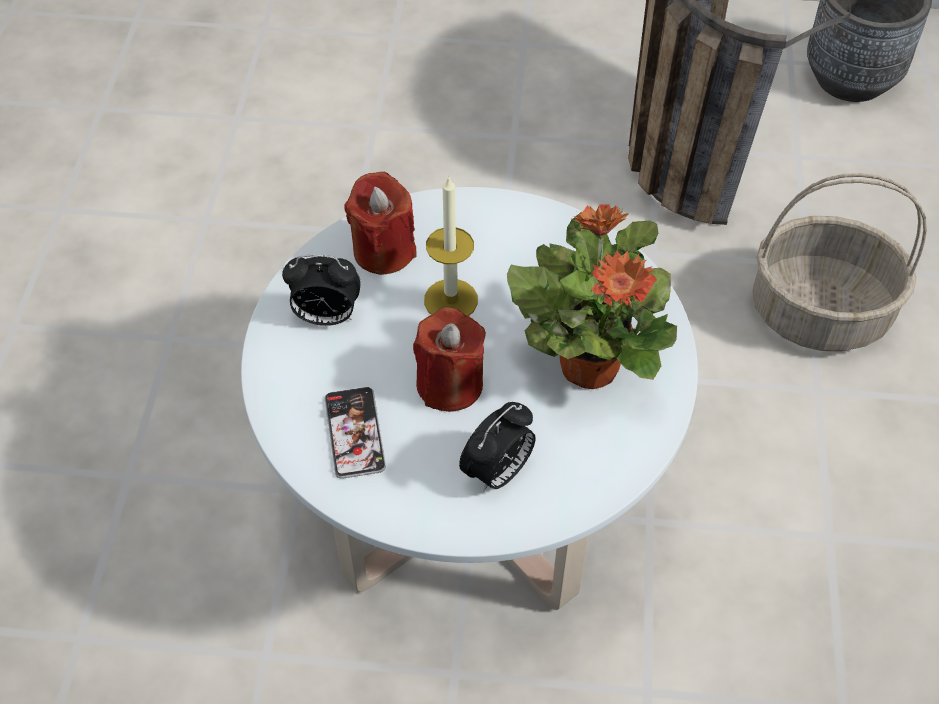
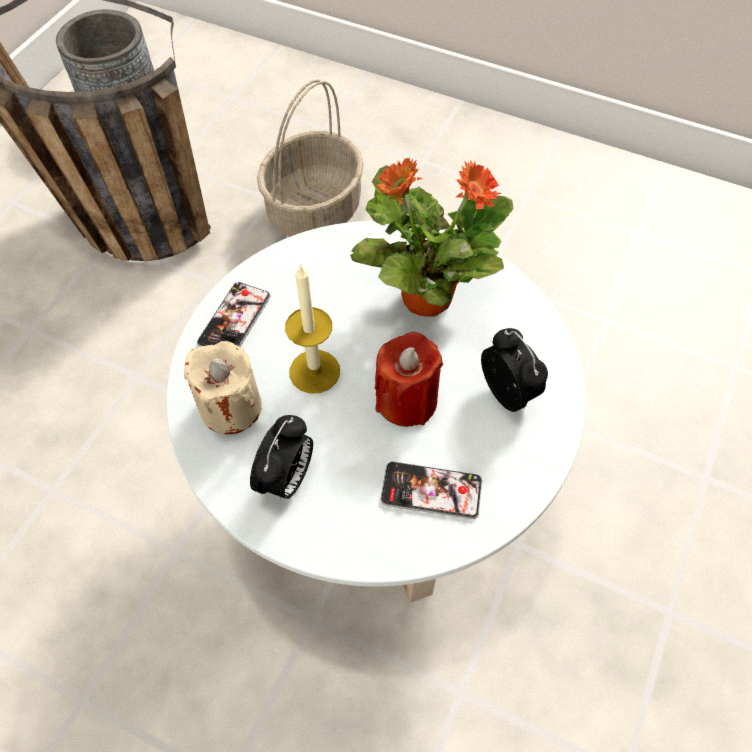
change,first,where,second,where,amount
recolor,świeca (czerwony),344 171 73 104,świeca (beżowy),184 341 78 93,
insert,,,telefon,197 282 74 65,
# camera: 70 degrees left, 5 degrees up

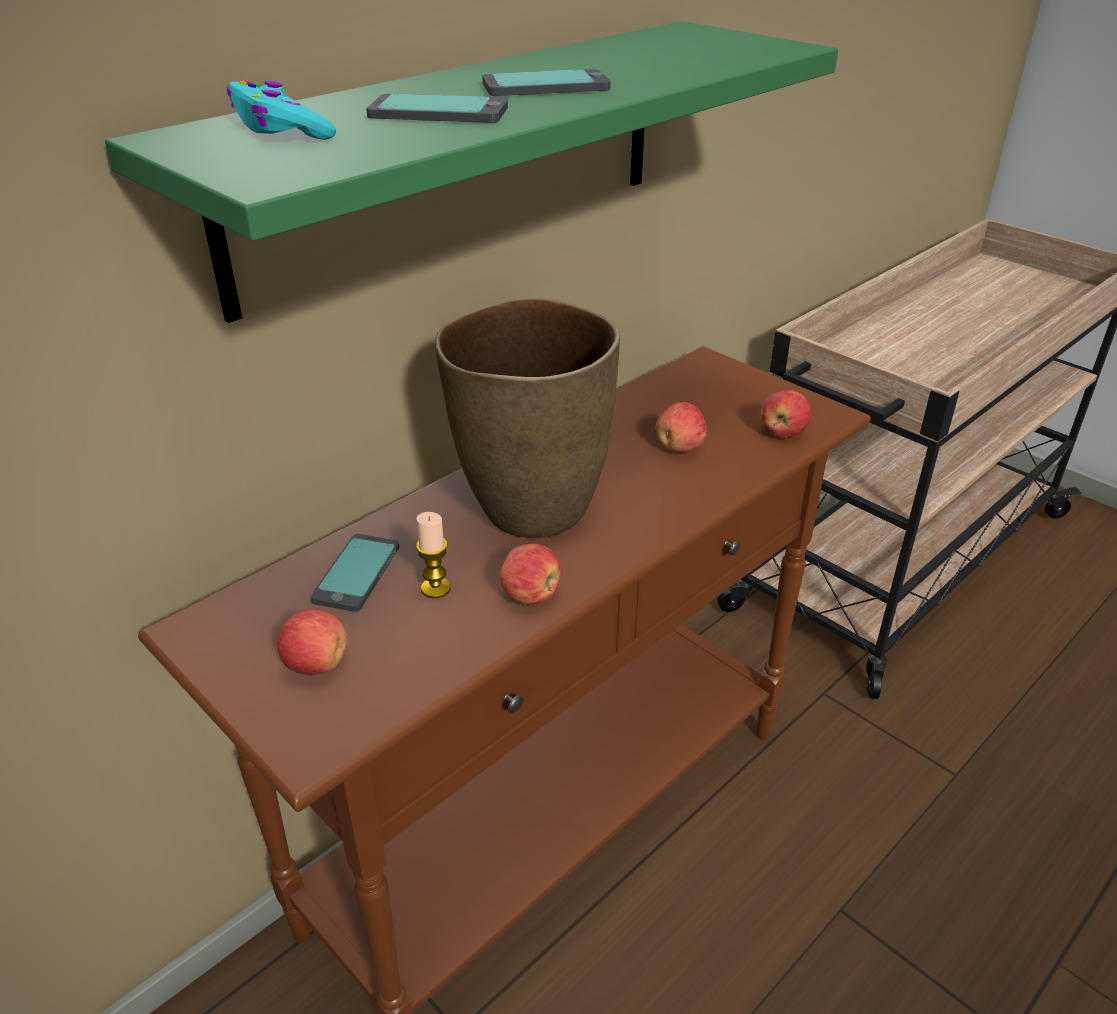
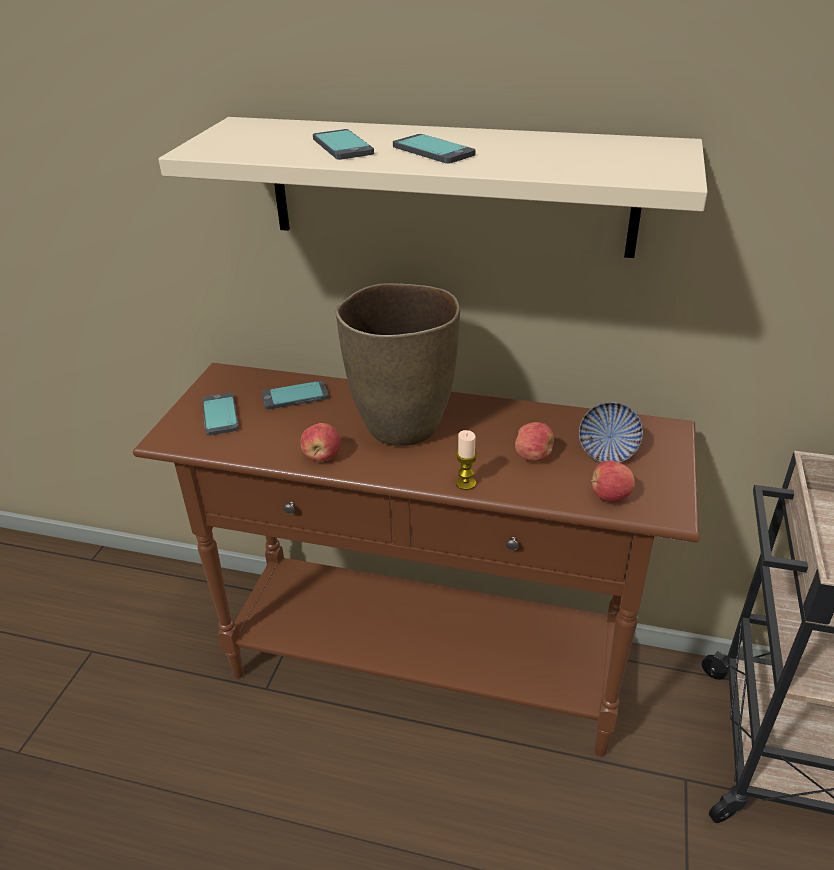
change,first,where,second,where,amount
recolor,półka (zielony),105 21 733 302,półka (beżowy),158 117 550 141,
delete,pad do gier (turkusowy),227 81 109 59,,,
replace,jabłko,277 609 70 66,telefon,202 393 37 43,
move,świeca,416 512 35 86,,456 430 21 60,
insert,,,miska,579 402 64 61,
# camera: 60 degrees right, 0 degrees up

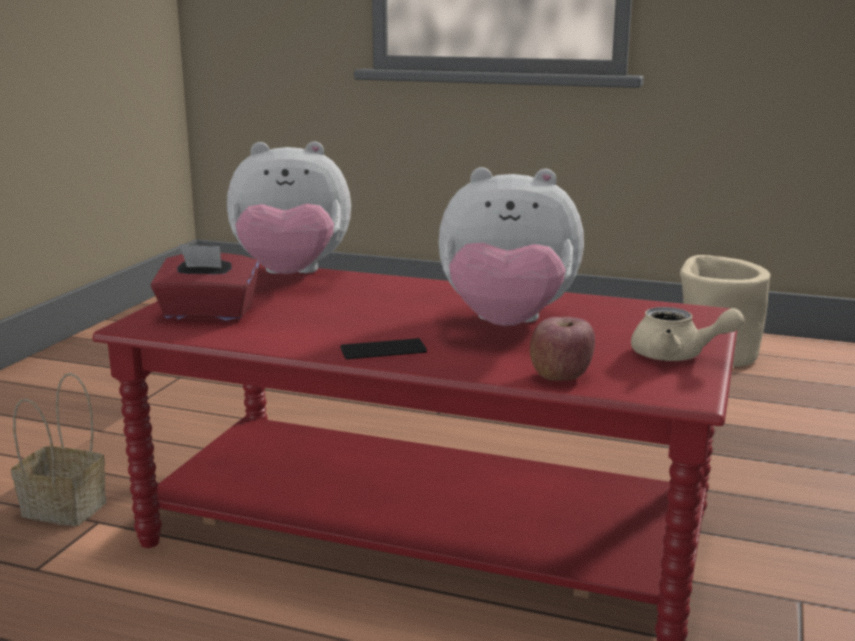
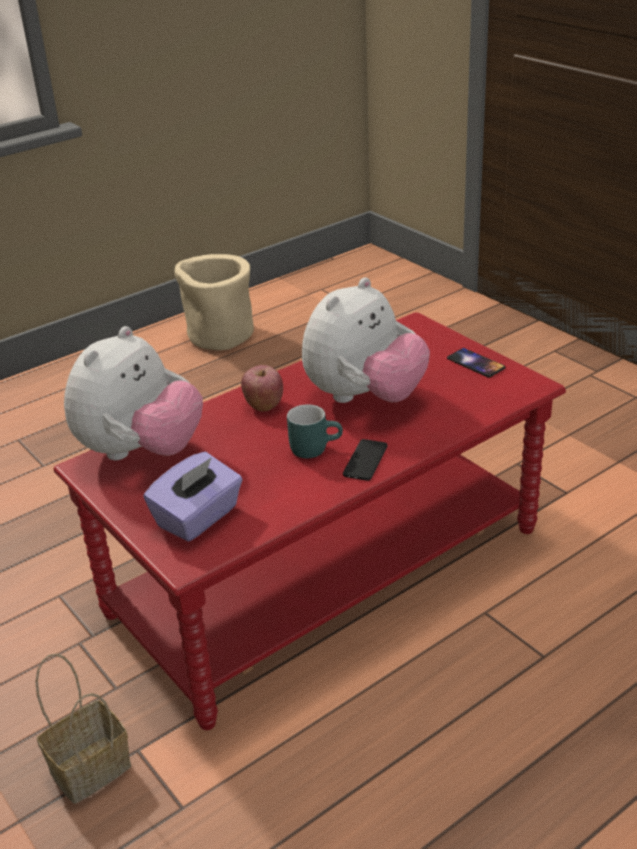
change,first,where,second,where,amount
recolor,pudełko chusteczek (czerwony),151 244 108 77,pudełko chusteczek (fioletowy),144 452 98 90,
move,jabłko,530 317 65 64,,241 365 42 46,
replace,imbryk (beżowy),631 307 113 54,telefon,447 348 59 30,
insert,,,kubek (turkusowy),287 404 56 54,
# camera: 55 degrees left, 15 degrees up

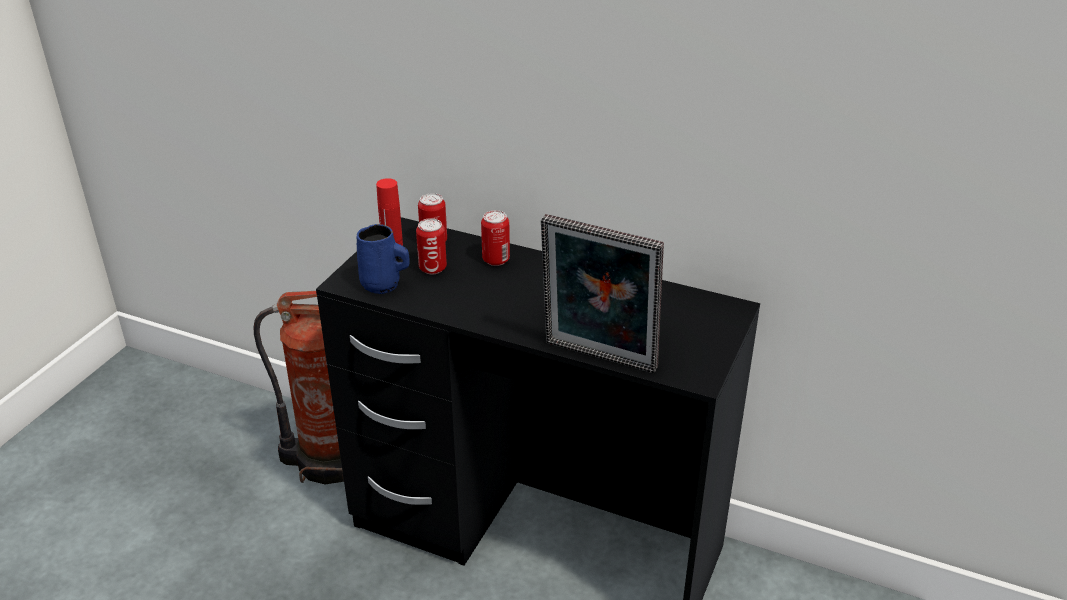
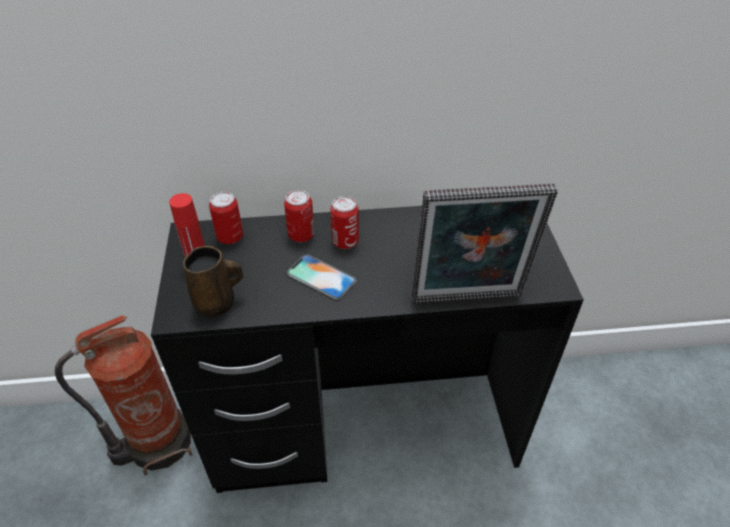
change,first,where,second,where,amount
recolor,kubek (niebieski),357 224 53 70,kubek (brązowy),183 246 60 70,
move,puszka,416 218 31 56,,330 196 29 53,
insert,,,telefon,287 254 69 46,
# camera: 30 degrees left, 10 degrees up

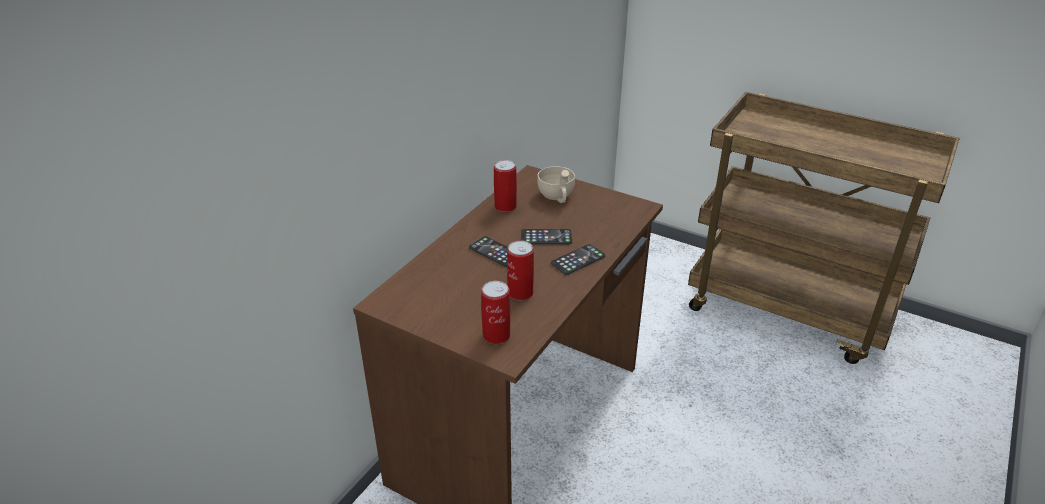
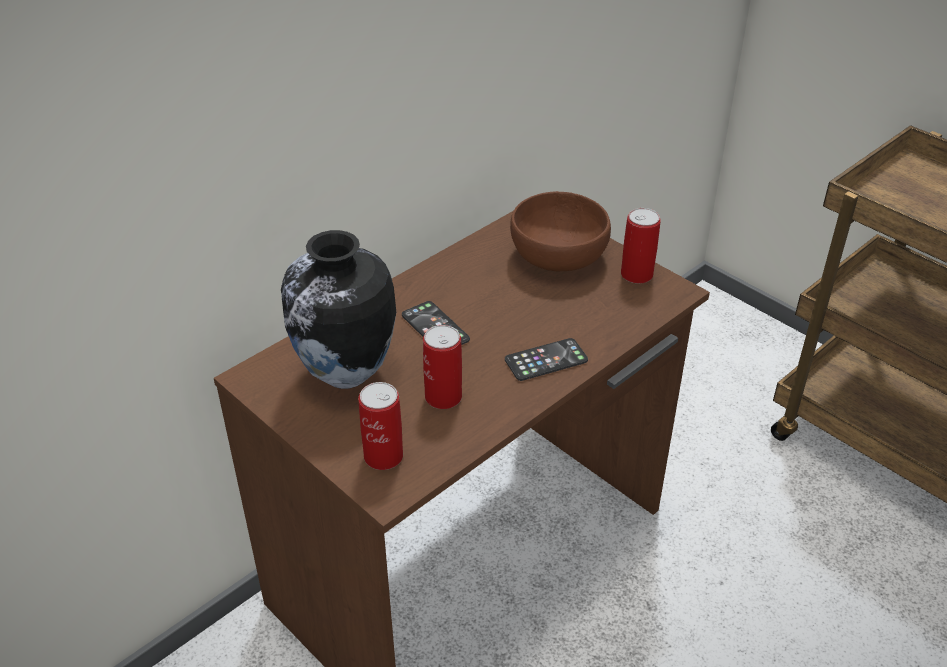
change,first,where,second,where,amount
move,puszka,494 160 23 52,,621 208 40 76,
delete,telefon,521 229 51 15,,,
replace,filiżanka (beżowy),537 166 38 37,miska (brązowy),510 191 101 80,
insert,,,wazon,281 230 115 159,
# camera: 15 degrees right, 5 degrees up

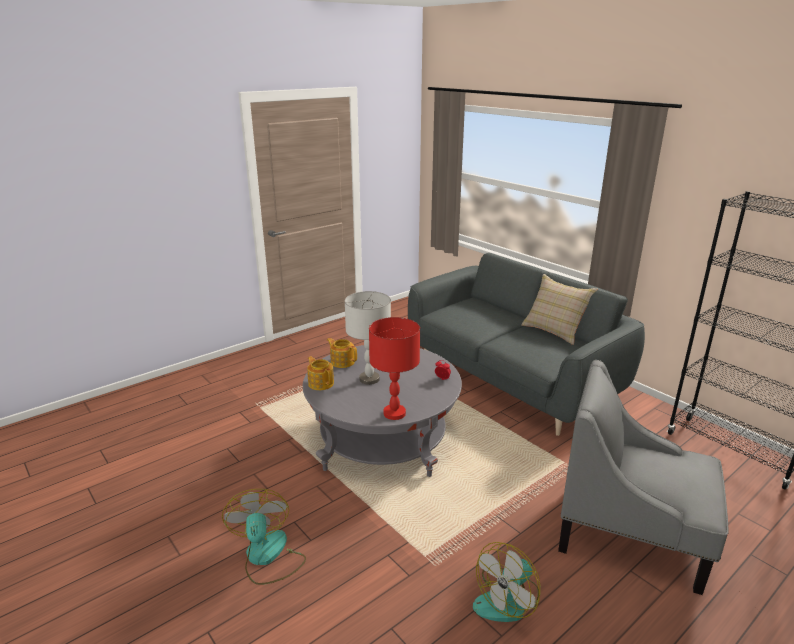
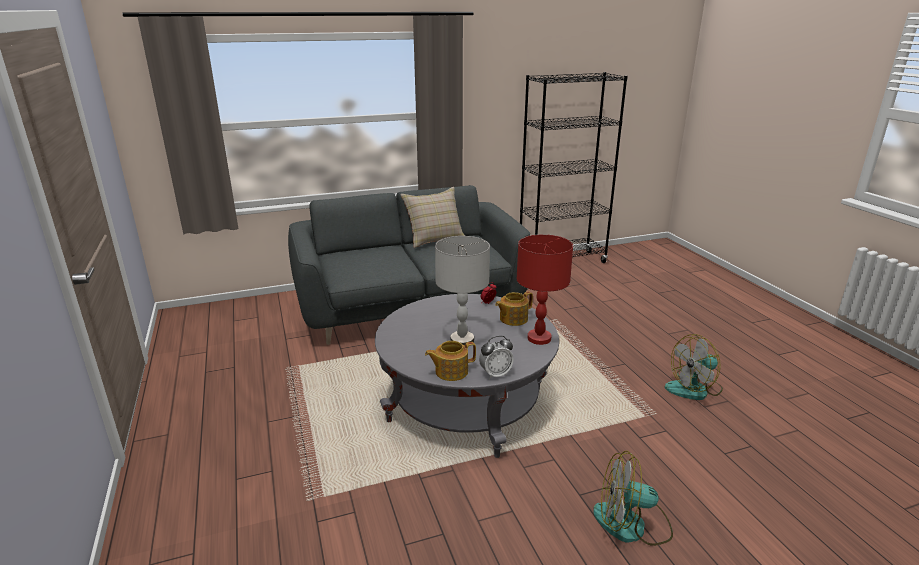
change,first,where,second,where,amount
move,imbryk,327 338 30 30,,495 291 38 35,
rotate,wentylator,473 542 68 80,,665 334 58 66,90 degrees clockwise
delete,fotel (szary),558 360 171 235,,,
insert,,,budzik,479 336 35 43,
# camera: 70 degrees left, 0 degrees up

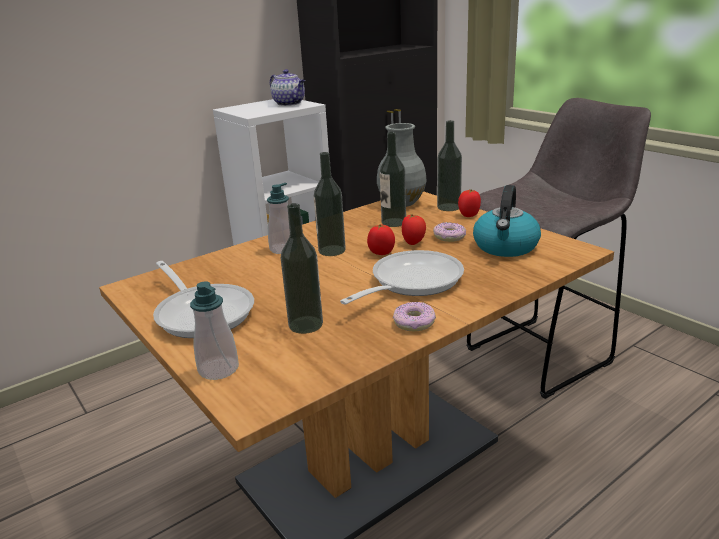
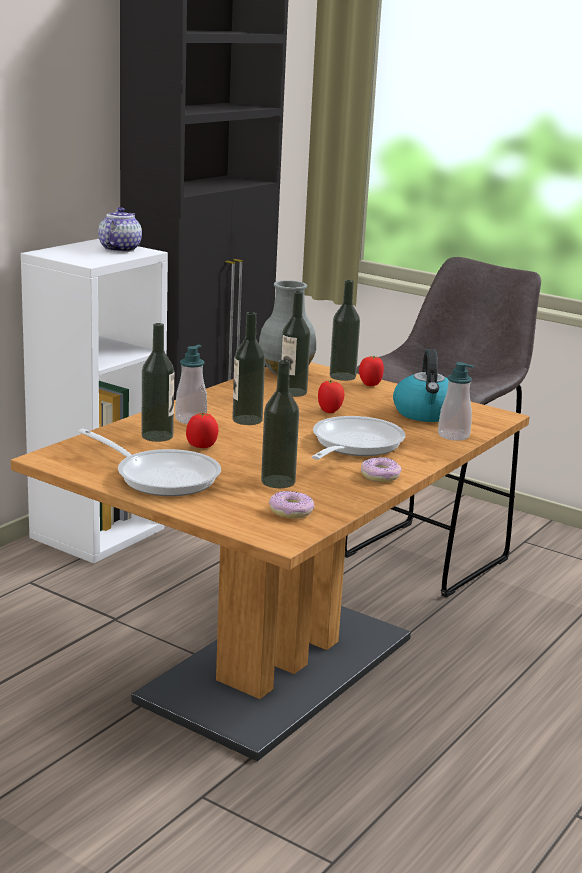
change,first,where,second,where,amount
move,dozownik mydła,190 281 49 99,,438 362 36 79,
rotate,imbryk,270 69 35 37,,98 207 44 45,105 degrees counterclockwise
move,pomidor,367 224 28 31,,186 413 33 35,
move,donut,433 222 33 20,,269 491 45 28,
insert,,,butelka,141 323 33 119,
# camera: 20 degrees left, 5 degrees down

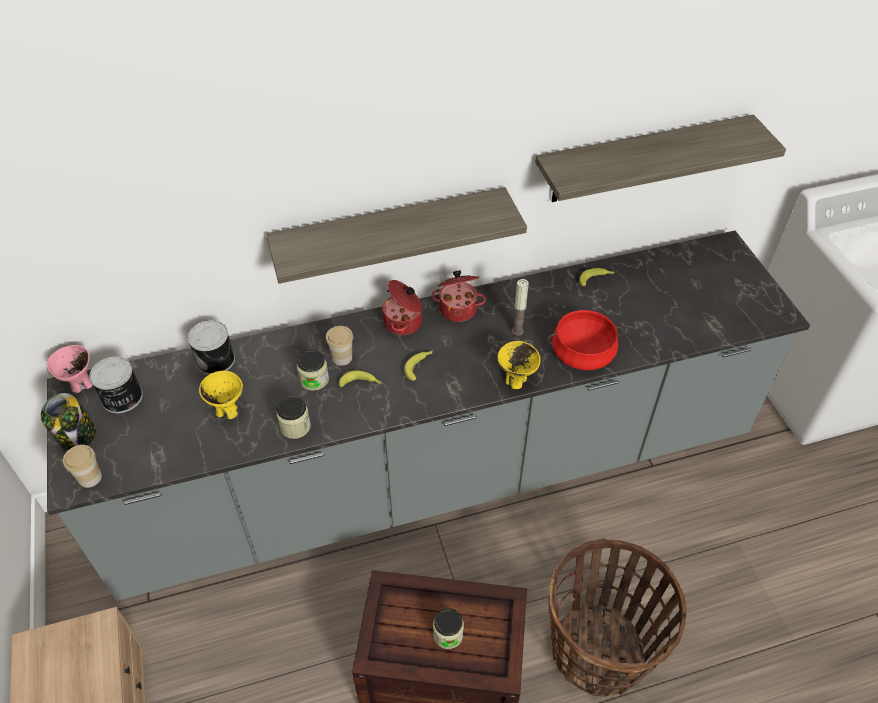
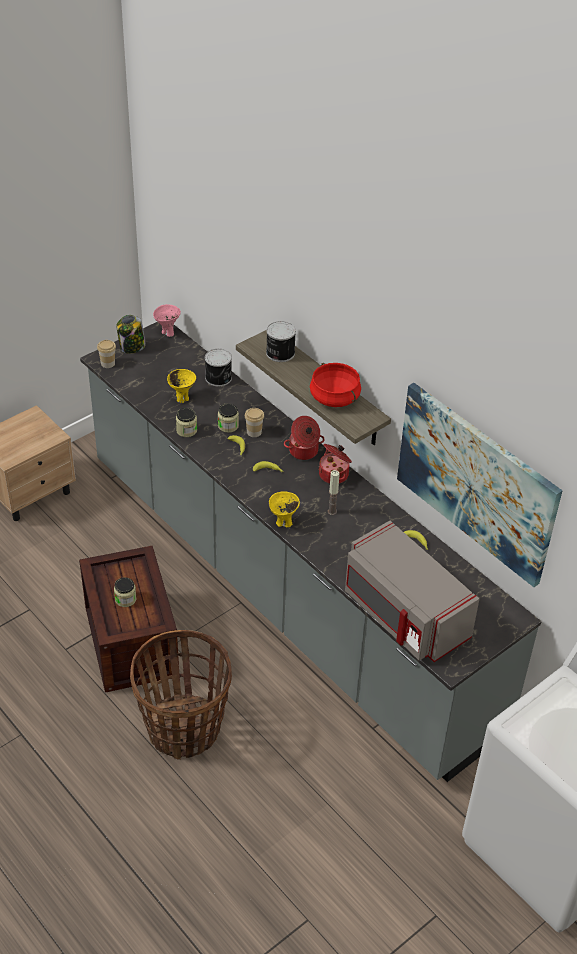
change,first,where,second,where,amount
move,puszka,90 357 53 56,,266 321 30 41,
replace,półka,535 114 251 88,obraz,397 383 166 204,
move,garnek (czerwony),547 310 76 60,,310 363 51 44,
insert,,,mikrofalówka (szary),345 521 134 141,
# camera: 65 degrees right, 5 degrees down

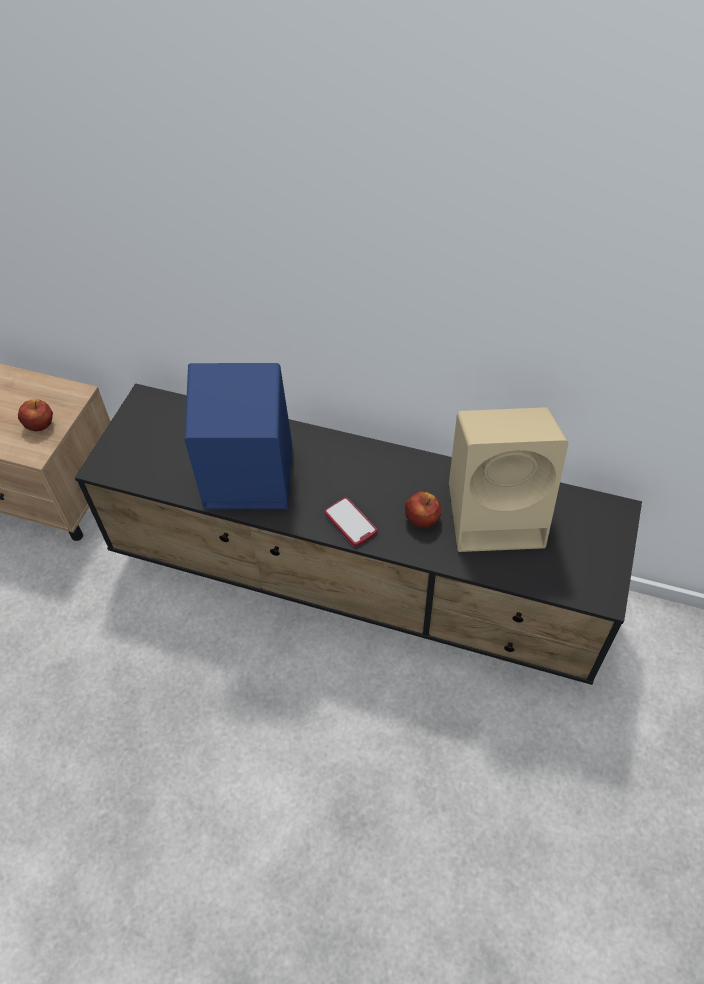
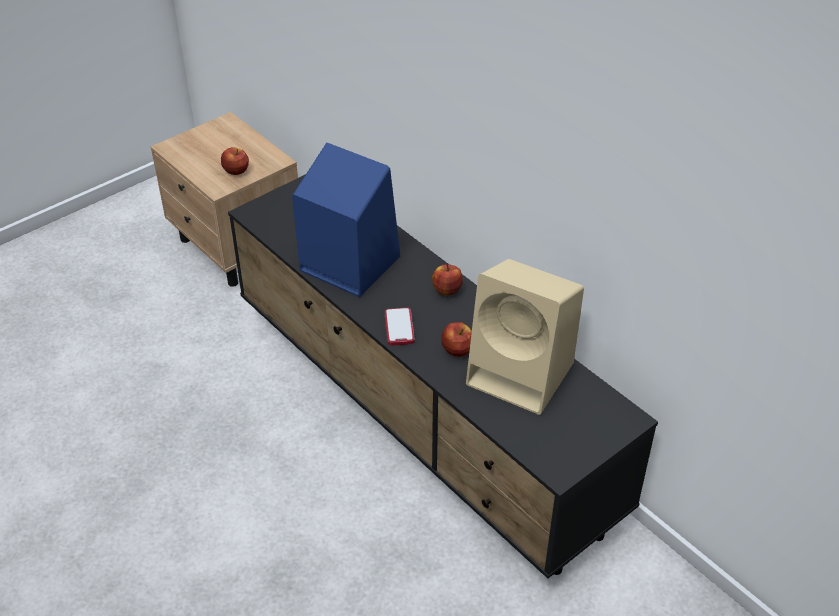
change,first,where,second,where,amount
insert,,,jabłko,432 264 31 32,
# camera: 30 degrees right, 10 degrees down

